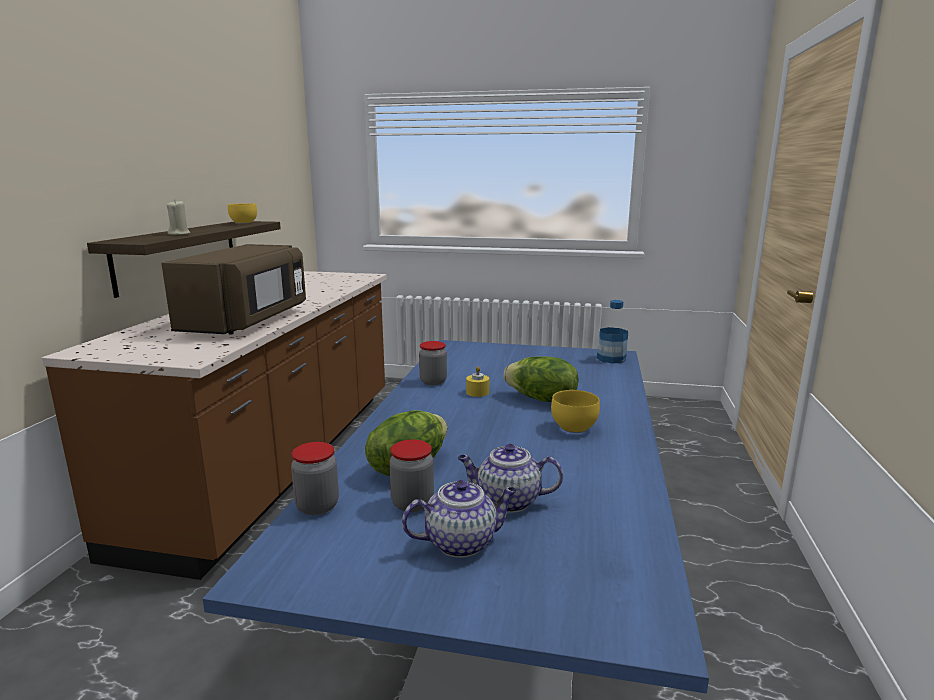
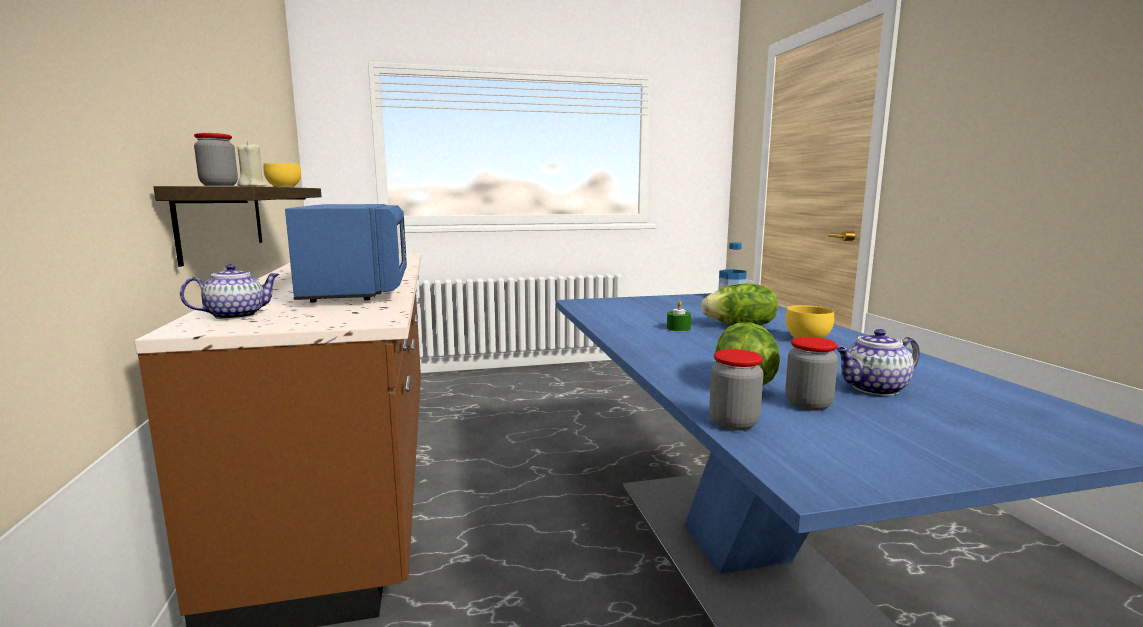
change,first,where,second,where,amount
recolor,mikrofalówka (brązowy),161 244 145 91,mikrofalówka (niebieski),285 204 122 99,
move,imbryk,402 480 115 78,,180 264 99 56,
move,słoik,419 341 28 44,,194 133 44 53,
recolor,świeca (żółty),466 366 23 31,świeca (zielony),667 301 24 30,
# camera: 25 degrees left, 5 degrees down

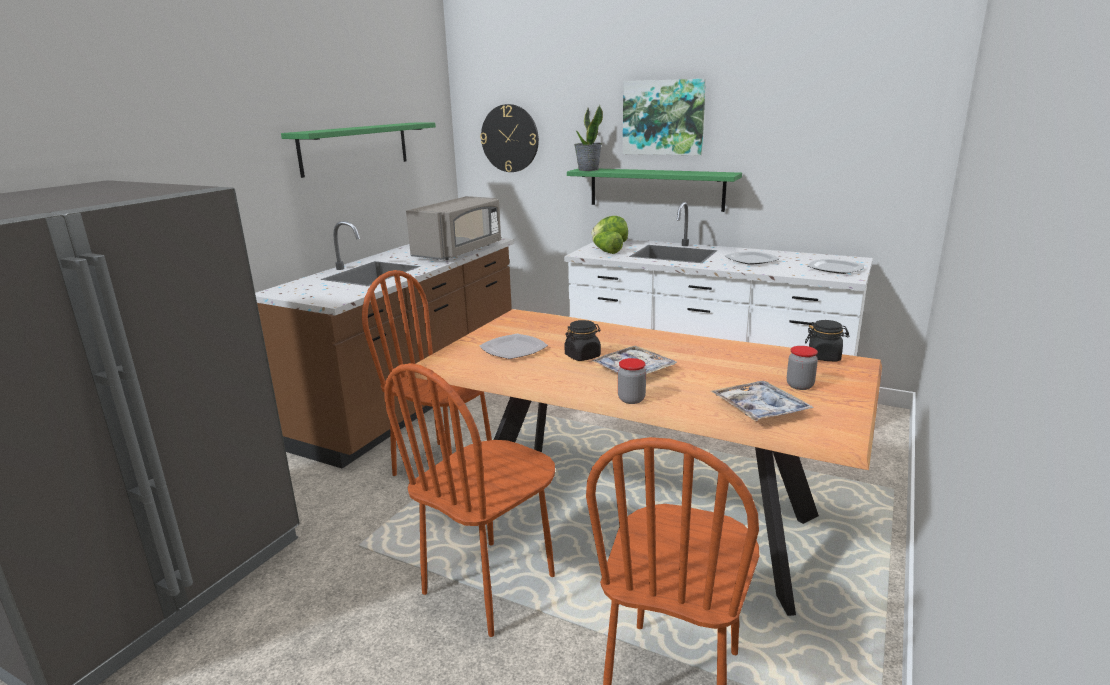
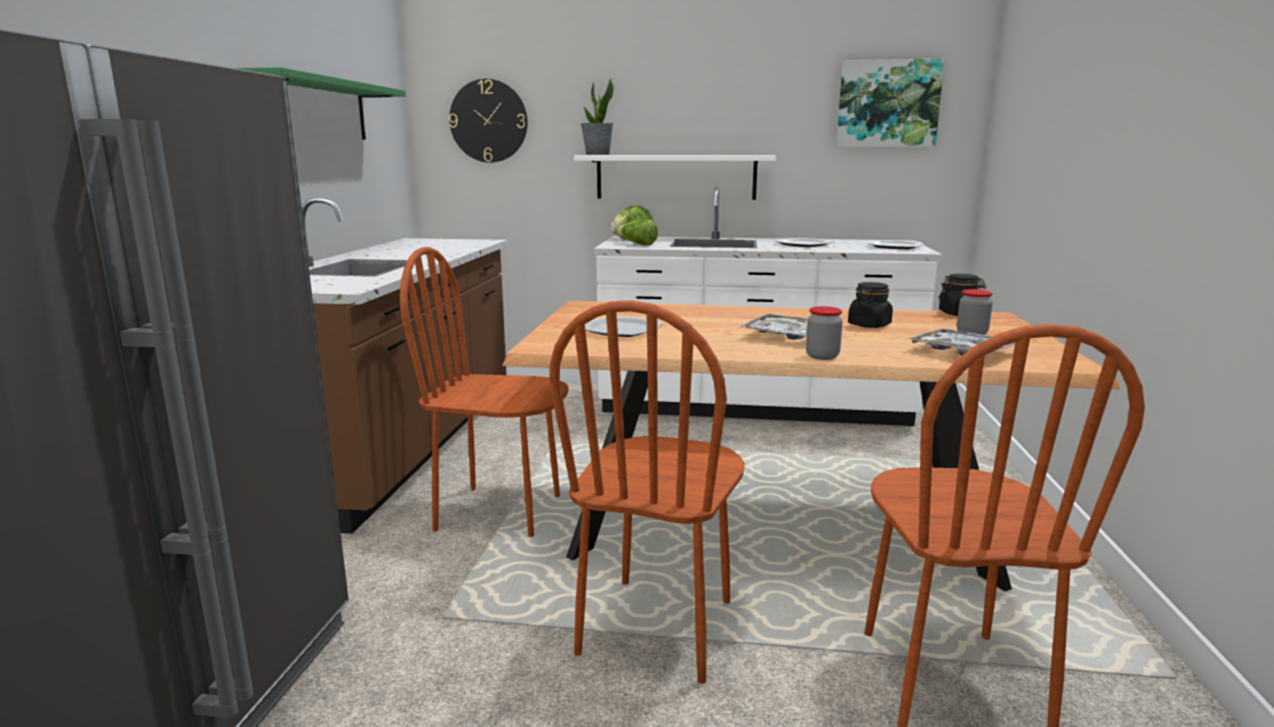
change,first,where,second,where,amount
delete,mikrofalówka (szary),406 196 95 64,,,
move,słoik (czarny),564 320 37 41,,848 282 45 46,
recolor,półka (zielony),567 168 175 44,półka (biały),574 155 202 45,
move,obraz,623 79 83 76,,836 59 109 88,
# camera: 20 degrees left, 5 degrees down

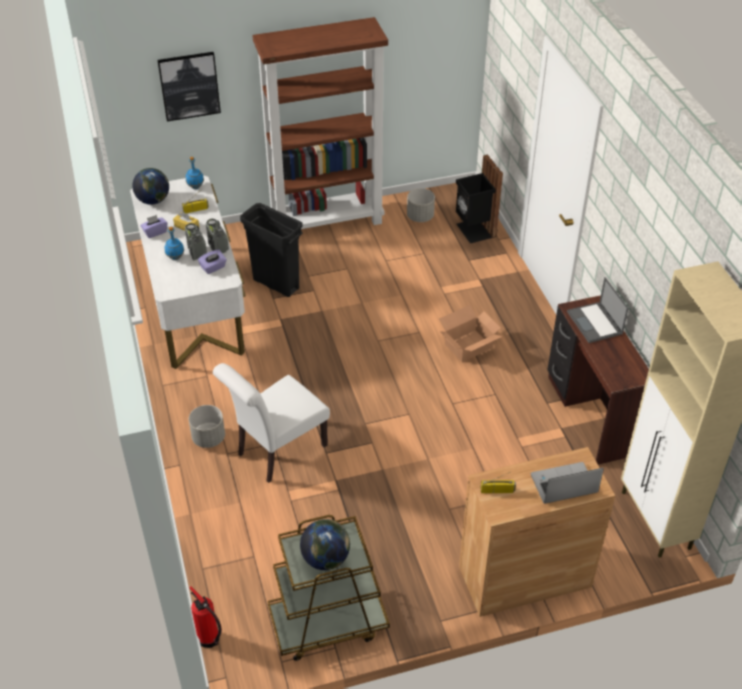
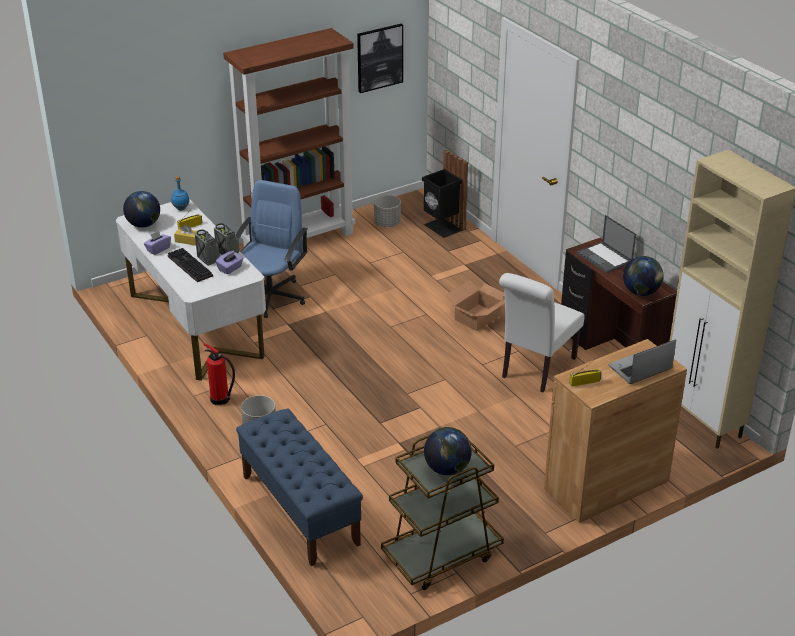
change,first,where,second,where,amount
move,obraz,157 52 64 70,,357 24 46 69,
replace,butelka (niebieski),164 227 20 33,klawiatura,167 248 46 34,
move,gaśnica,189 586 33 62,,204 343 31 62,
move,krzesło (biały),213 363 117 120,,499 273 86 119,
replace,kosz na śmieci (czarny),240 203 63 94,krzesło biurowe (niebieski),235 180 72 138,
insert,,,ławka (niebieski),236 409 127 157,
insert,,,globus,623 256 41 40,
# camera: 15 degrees left, 10 degrees down

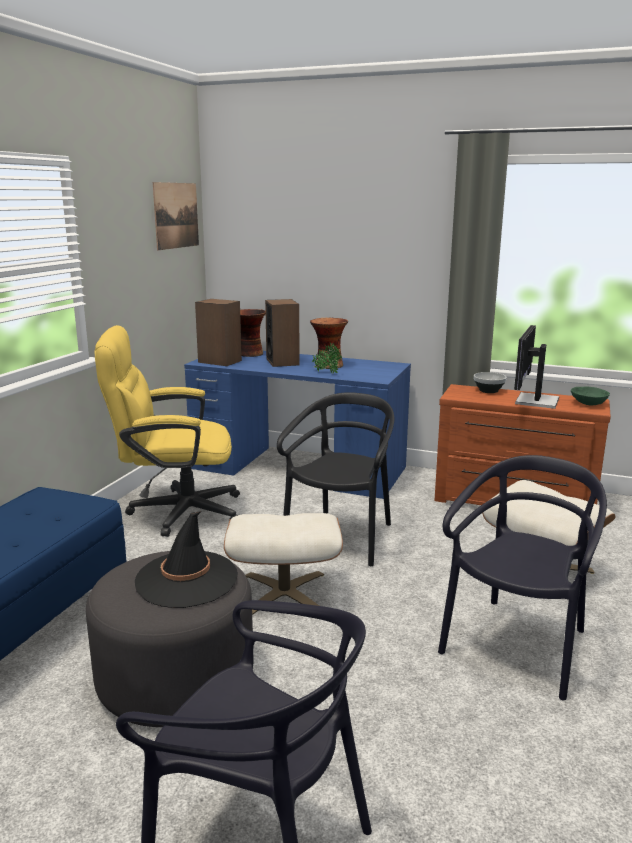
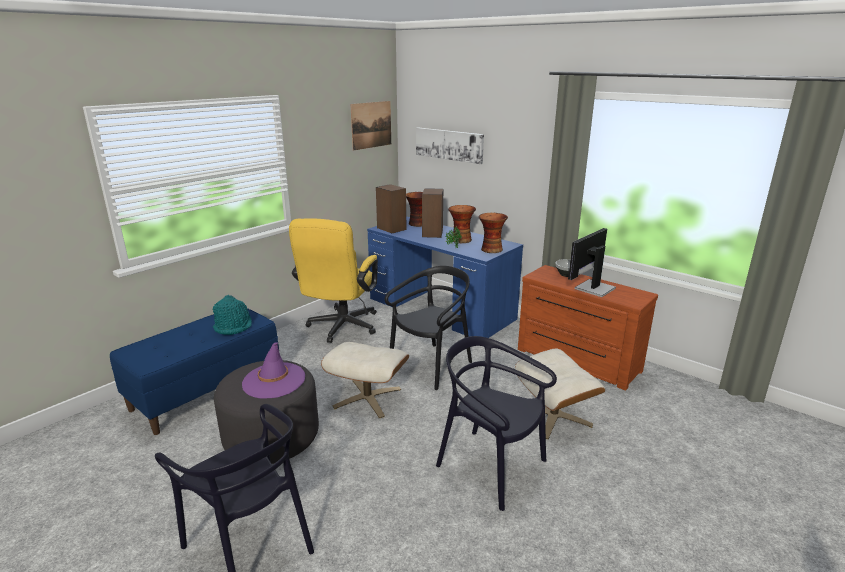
change,first,where,second,where,amount
rotate,krzesło biurowe (żółty),95 325 145 212,,289 218 89 125,90 degrees counterclockwise
recolor,kapelusz (czarny),135 511 103 97,kapelusz (fioletowy),242 342 63 56,
rotate,krzesło (czarny),438 455 169 245,,436 336 121 175,105 degrees counterclockwise
delete,miska (zielony),571 387 39 18,,,
insert,,,kapelusz (turkusowy),212 295 40 40,
insert,,,obraz,416 128 68 36,
insert,,,wazon,479 213 29 40,
# camera: 20 degrees right, 5 degrees up

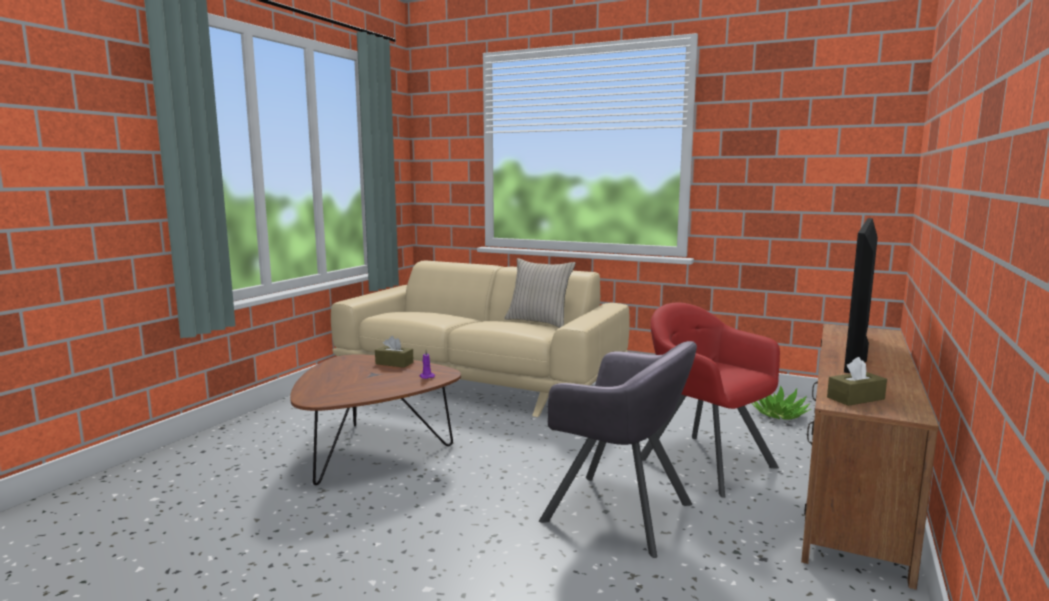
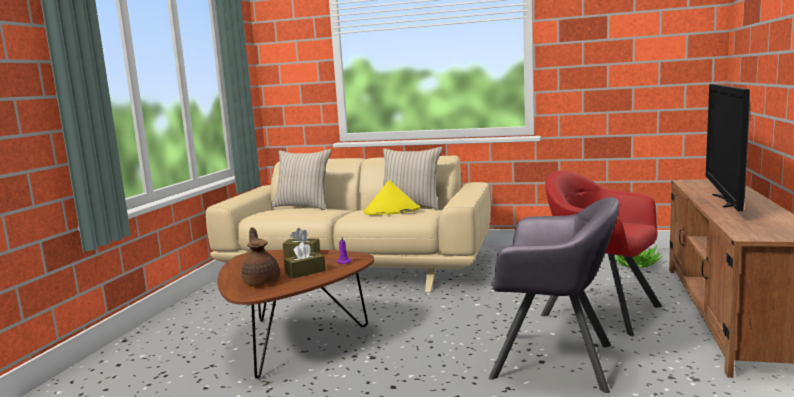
change,first,where,second,where,amount
move,pudełko chusteczek (brązowy),827 357 60 49,,284 242 42 37,
insert,,,imbryk (brązowy),242 227 38 58,
insert,,,poduszka (beżowy),272 149 59 61,
insert,,,kapelusz (żółty),364 180 56 35,
# camera: 10 degrees left, 0 degrees up

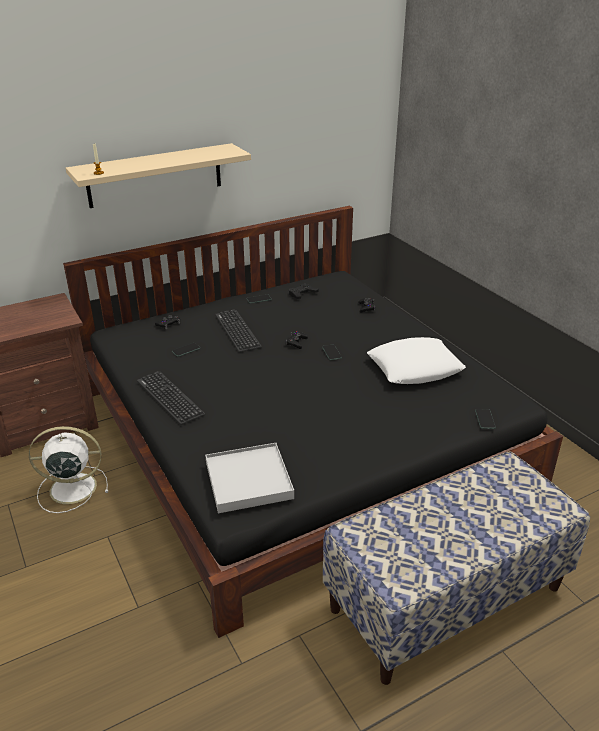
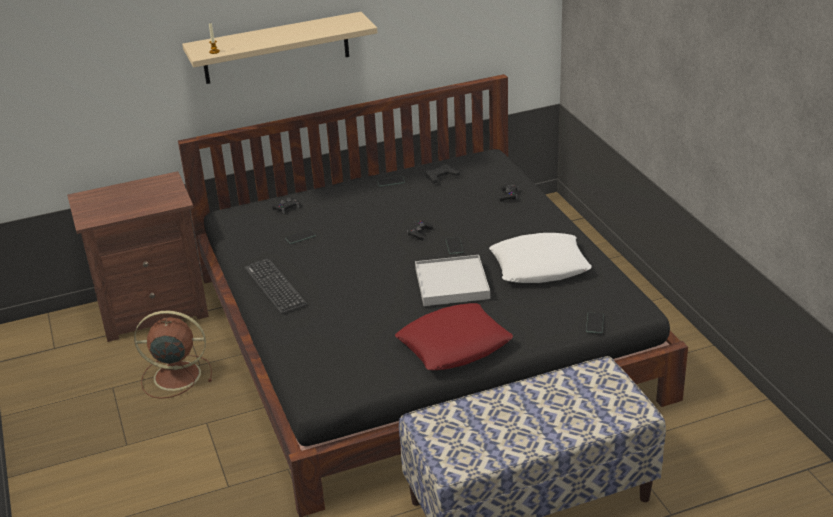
change,first,where,second,where,amount
recolor,wentylator (biały),29 426 79 87,wentylator (brązowy),134 310 78 89,
move,taca (biały),205 443 89 70,,415 255 75 51,
delete,klawiatura,215 309 47 43,,,
insert,,,poduszka (czerwony),395 303 118 67,
# camera: 10 degrees right, 0 degrees up

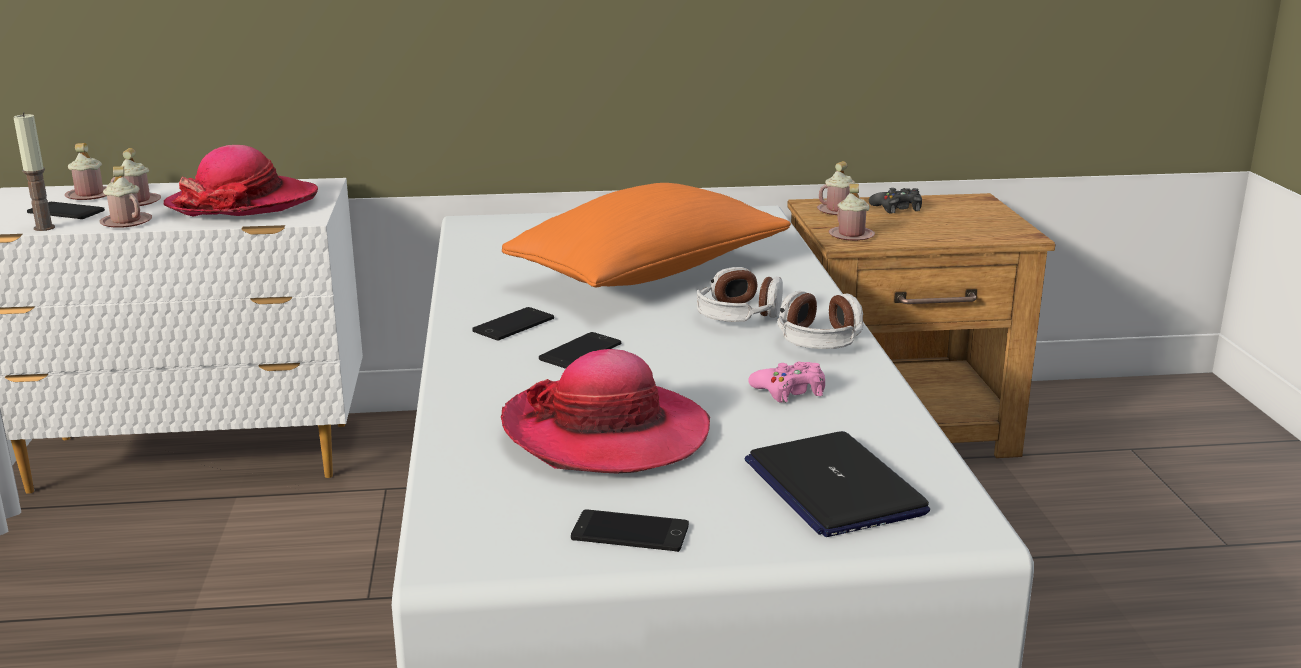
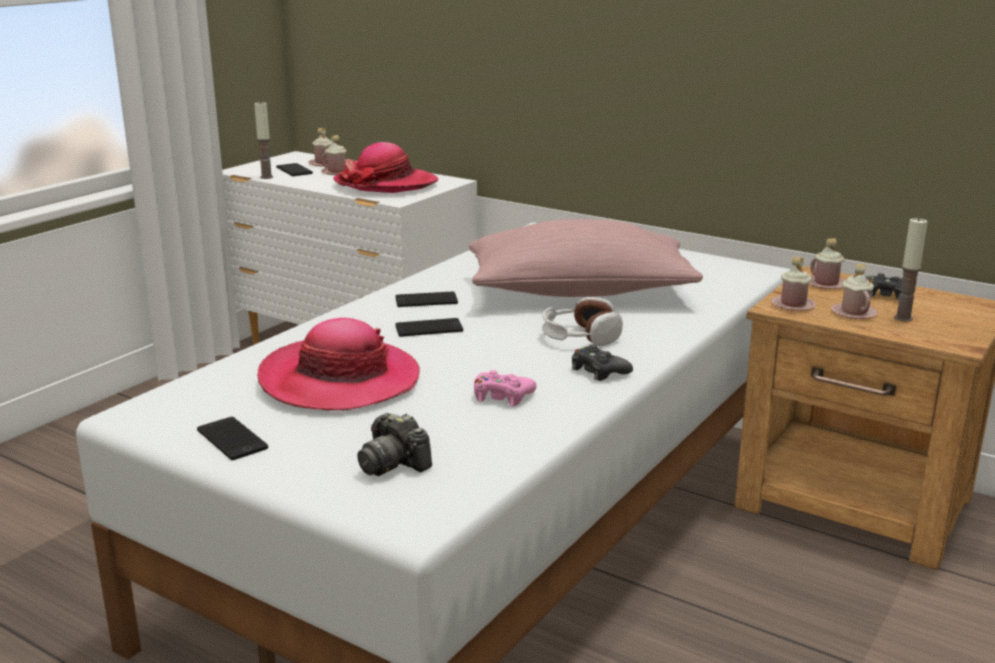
change,first,where,second,where,amount
move,kubek (różowy),100 166 52 62,,831 264 47 55,
recolor,poduszka (pomarańczowy),502 183 289 104,poduszka (różowy),469 219 234 78,
replace,laptop,745 431 185 106,aparat fotograficzny,357 413 75 63,
replace,słuchawki,777 290 87 59,pad do gier (czarny),572 344 61 37,
insert,,,świeca,894 217 34 105,
# camera: 40 degrees right, 0 degrees up

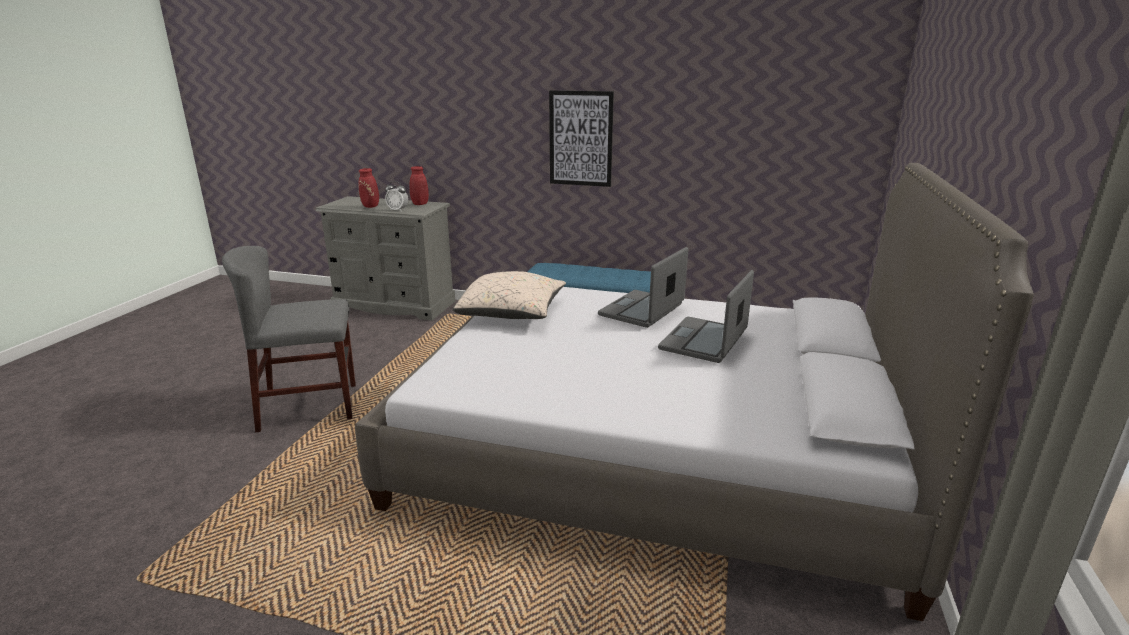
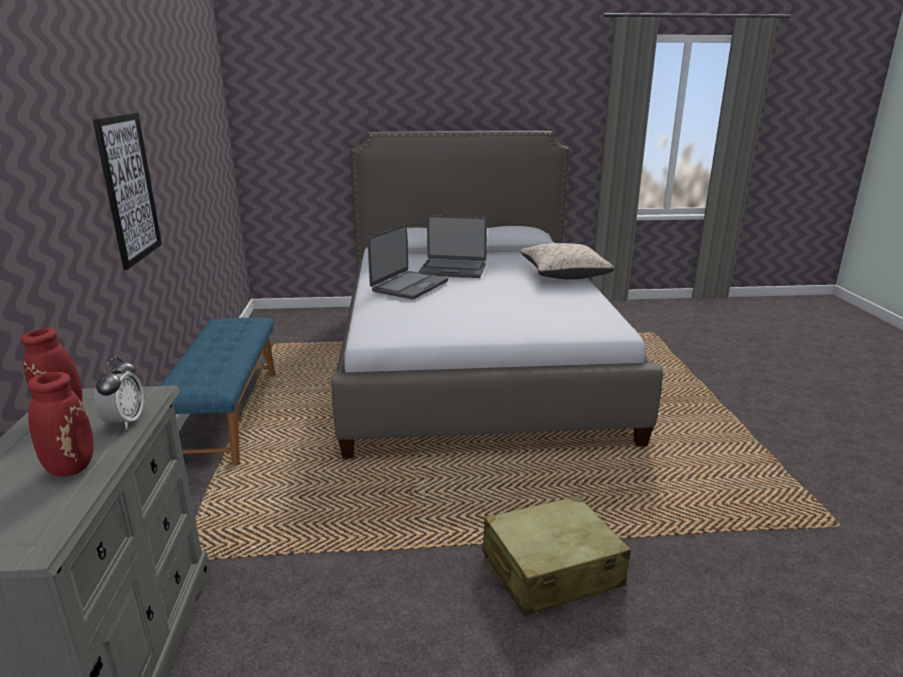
change,first,where,second,where,amount
replace,krzesło (szary),222 246 134 186,walizka (beżowy),482 495 149 121,
move,poduszka (beżowy),453 271 113 48,,520 243 95 37,
rotate,laptop,598 247 90 81,,367 224 81 75,75 degrees counterclockwise
# camera: 110 degrees left, 0 degrees up

